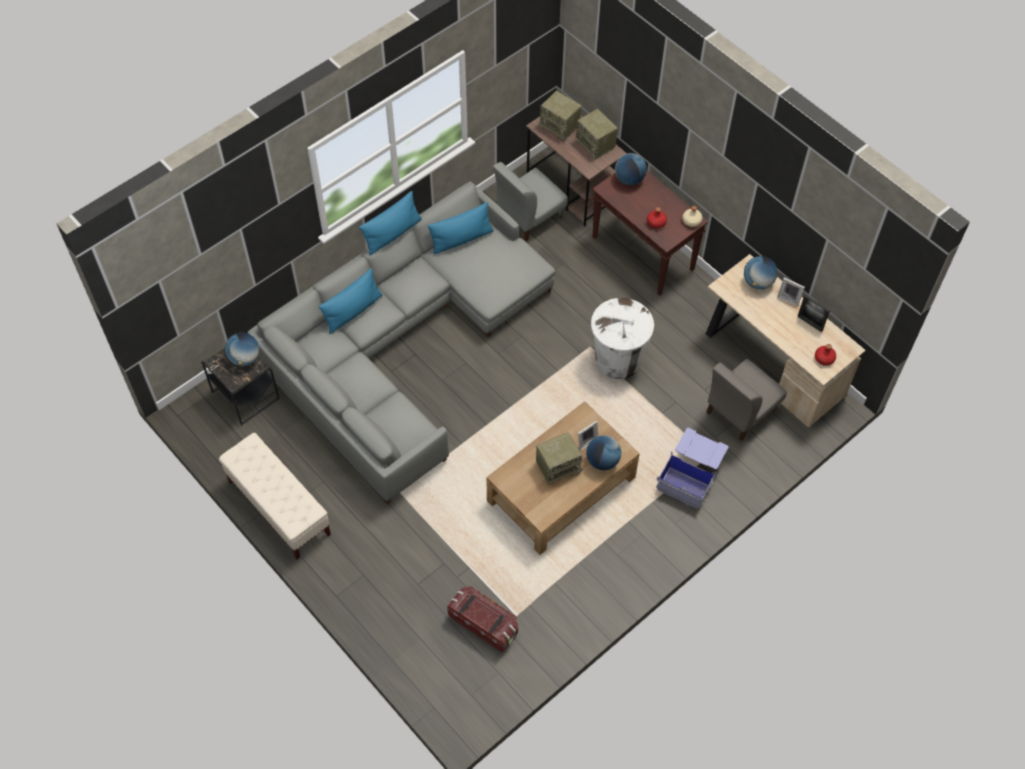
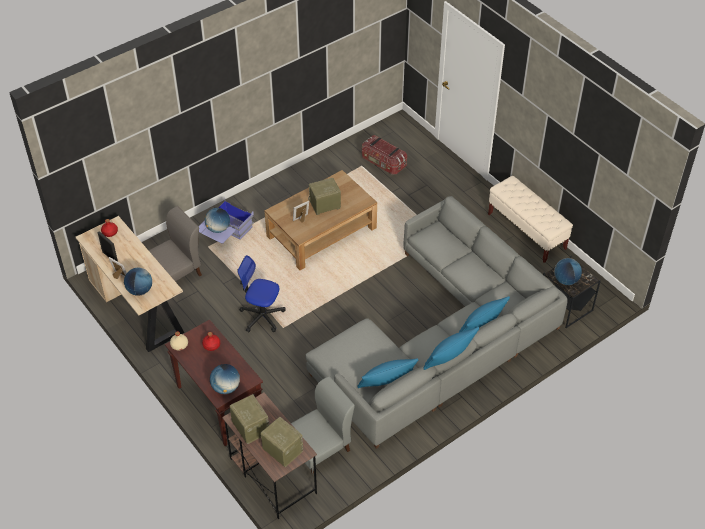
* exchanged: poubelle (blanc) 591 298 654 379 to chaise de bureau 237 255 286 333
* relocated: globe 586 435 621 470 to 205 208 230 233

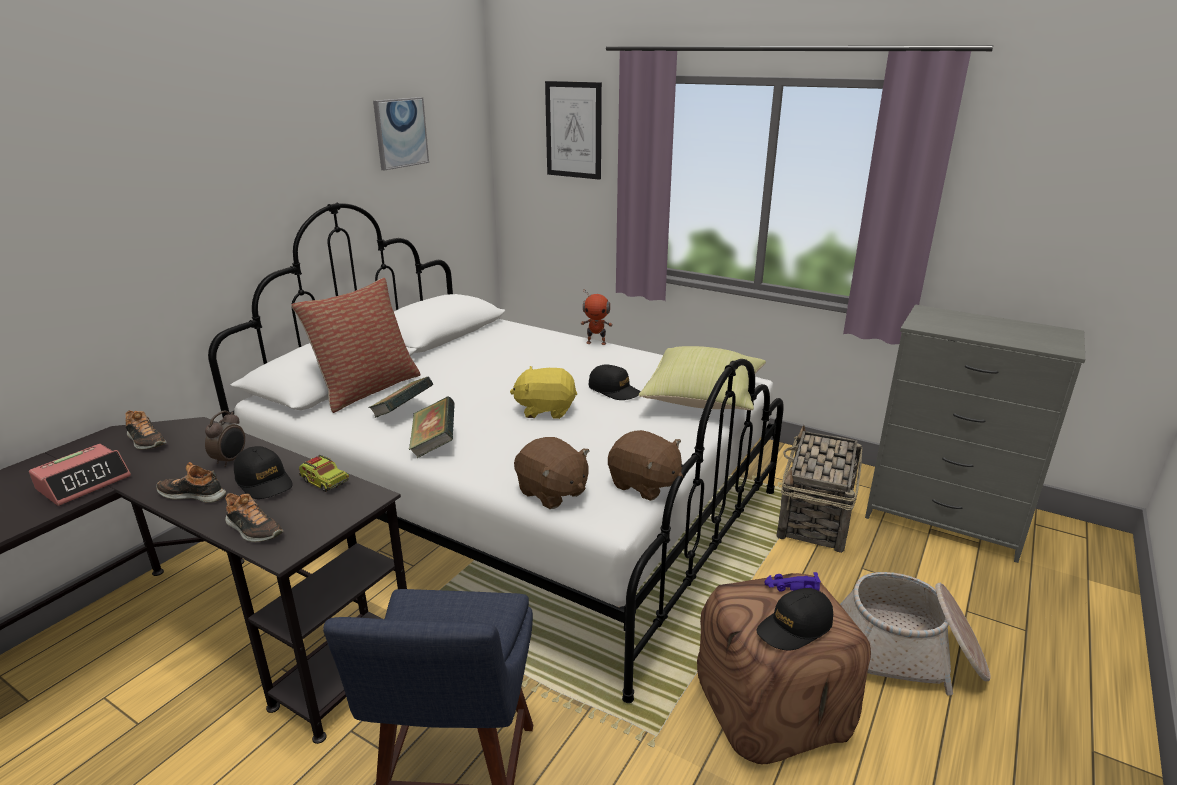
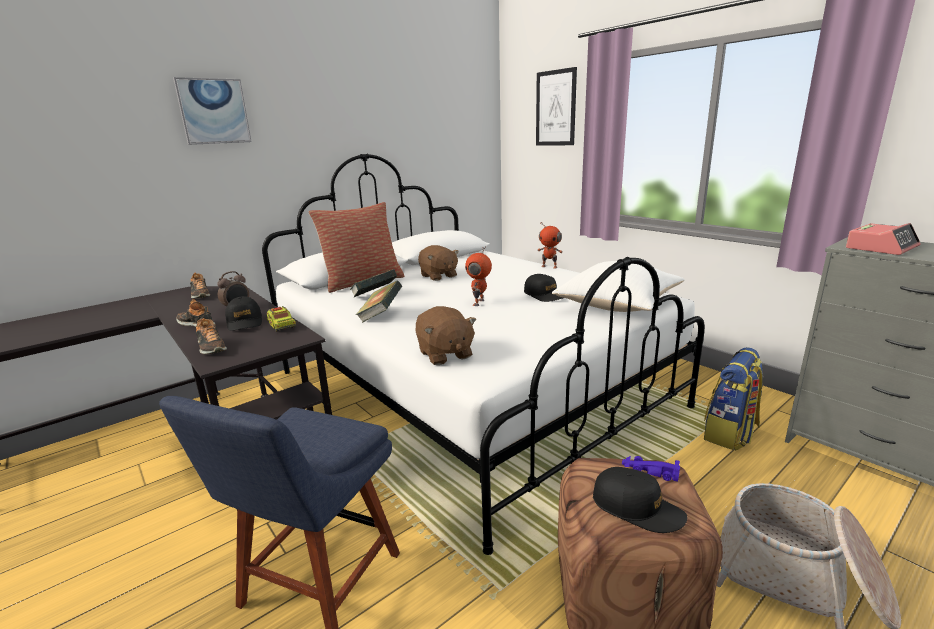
* relocated: tableau 373 97 429 171 to 173 77 252 145
* colour: coussin (jaune) 639 346 766 410 to coussin (blanc) 552 261 685 312
* exchanged: peluche (jaune) 510 366 577 419 to robot jouet 465 246 492 306
* exchanged: panier 776 425 863 553 to sac à dos 704 347 763 450
* relocated: peluche (marron) 608 430 683 501 to 418 245 459 281
* relocated: réveil 29 444 131 506 to 846 223 921 255
* spun: casquette (noir) 757 588 833 651 = 593 467 688 533 135 degrees counterclockwise

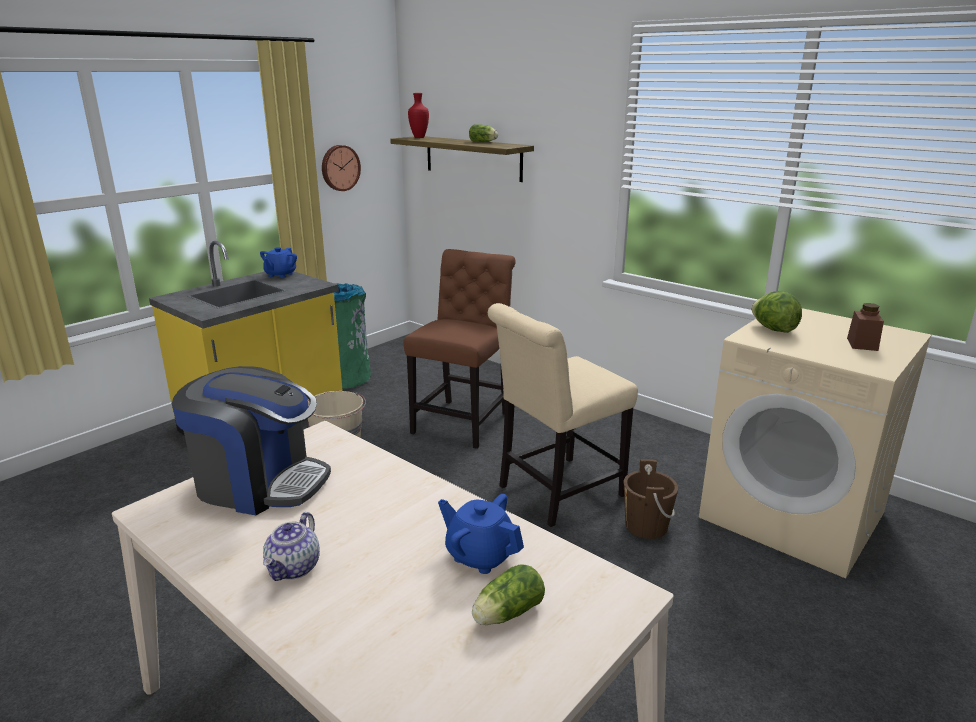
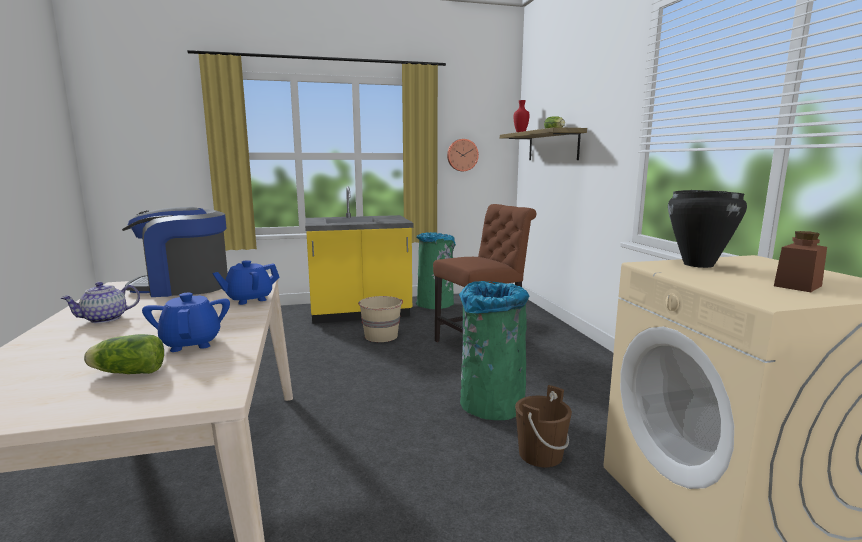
* relocated: théière (bleu) 260 247 297 278 to 213 260 280 305
* exchanged: laitue 751 291 802 333 to marmite (noir) 668 190 747 268
* exchanged: chaise (beige) 488 303 638 527 to poubelle (vert) 459 281 529 420
* spun: machine à café 172 366 331 515 = 122 207 228 297 120 degrees clockwise

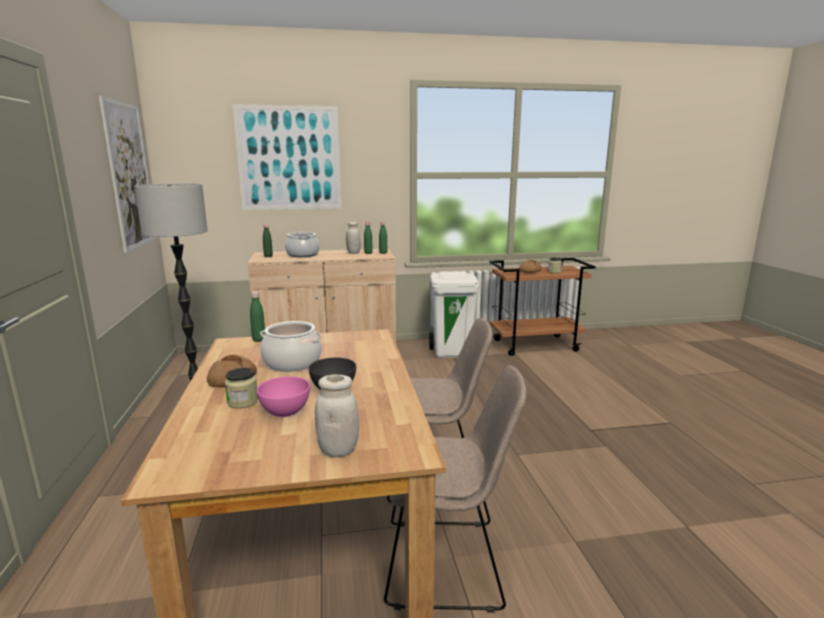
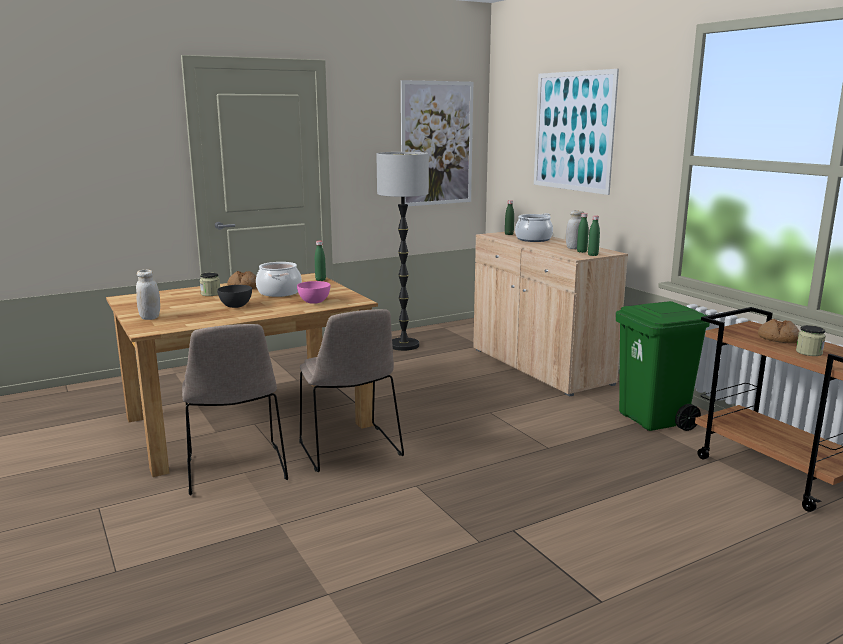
* colour: poubelle (blanc) 429 272 479 358 to poubelle (vert) 616 301 710 431
* relocated: bol (rose) 257 376 310 417 to 297 281 330 304

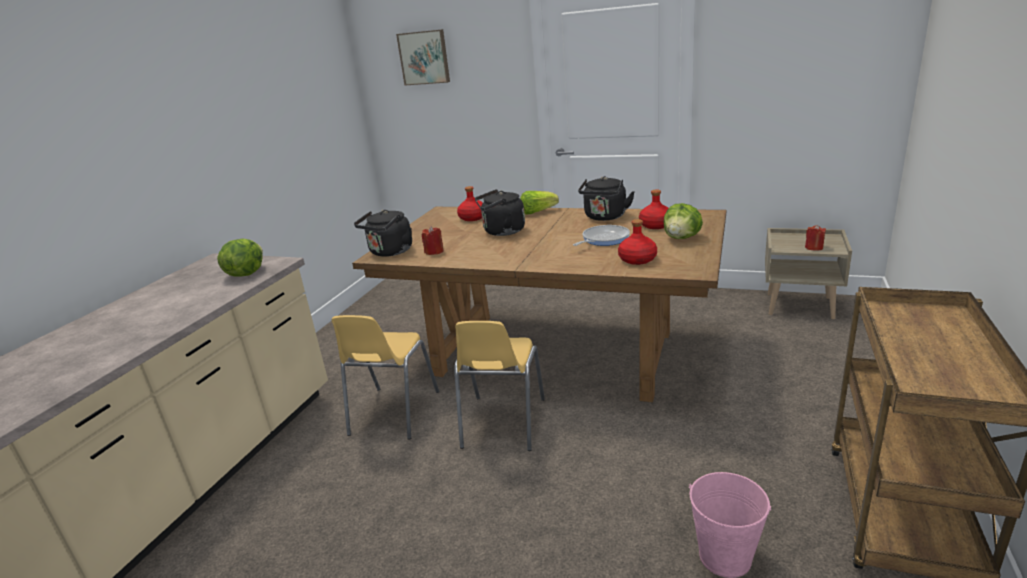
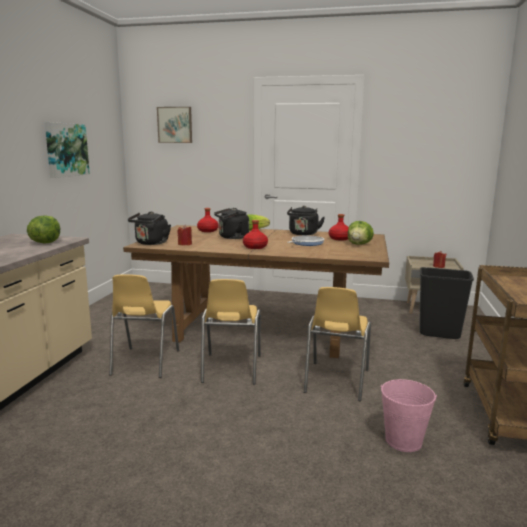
* relocated: bouteille (rouge) 618 219 657 265 to 243 220 268 249
* appeared: tableau 45 122 90 178
* appeared: poubelle (noir) 419 267 474 339
* appeared: chaise (jaune) 304 287 371 401

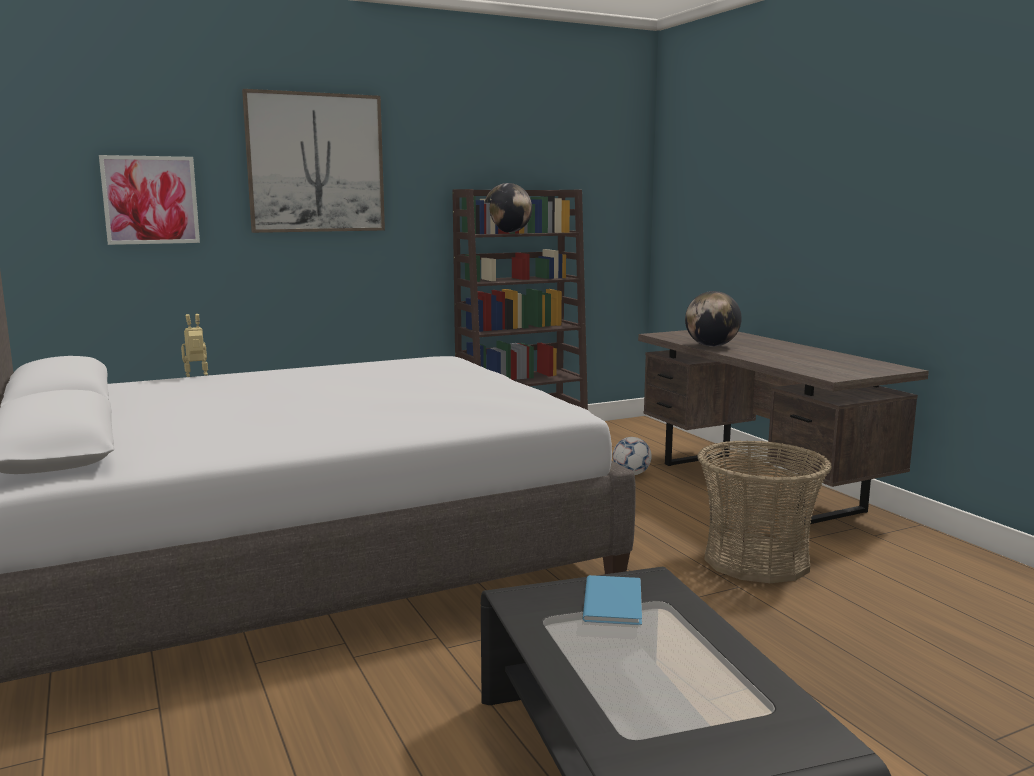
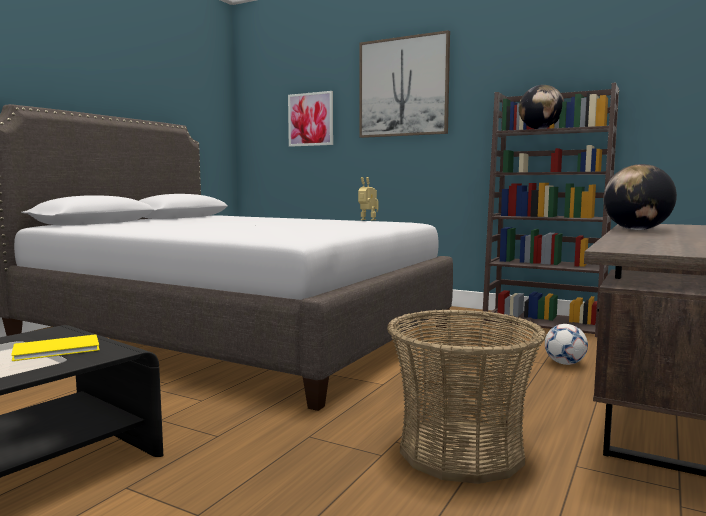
* relocated: robot jouet 181 314 208 377 to 358 177 379 221
* colour: livre (bleu) 583 575 642 625 to livre (jaune) 11 334 100 361

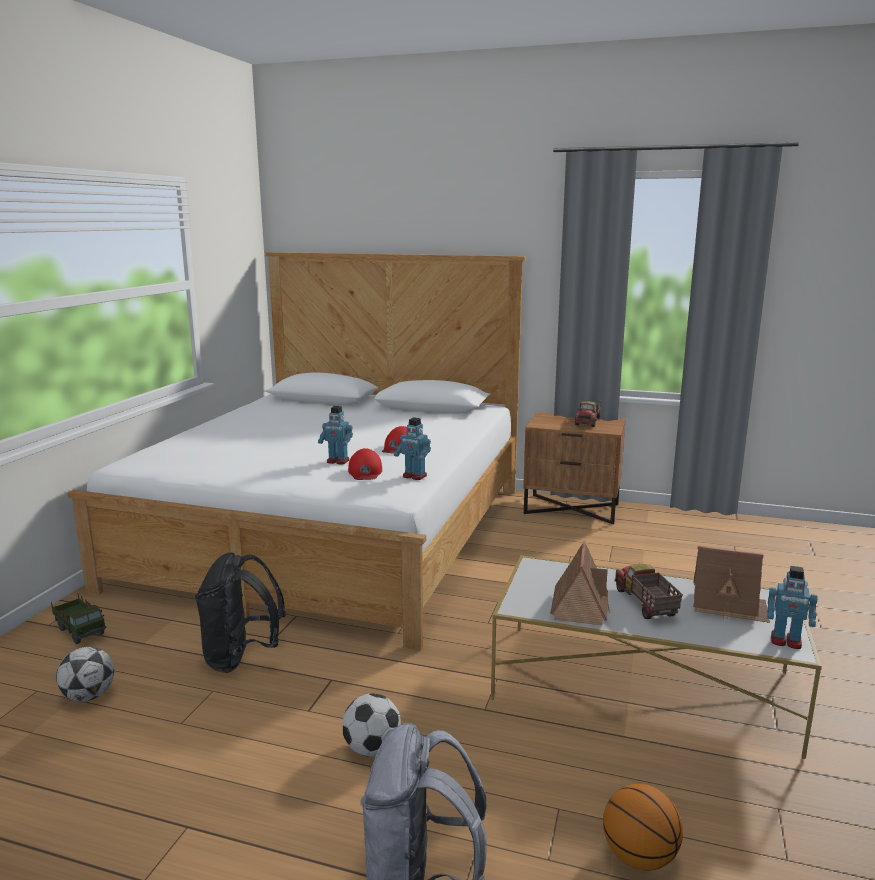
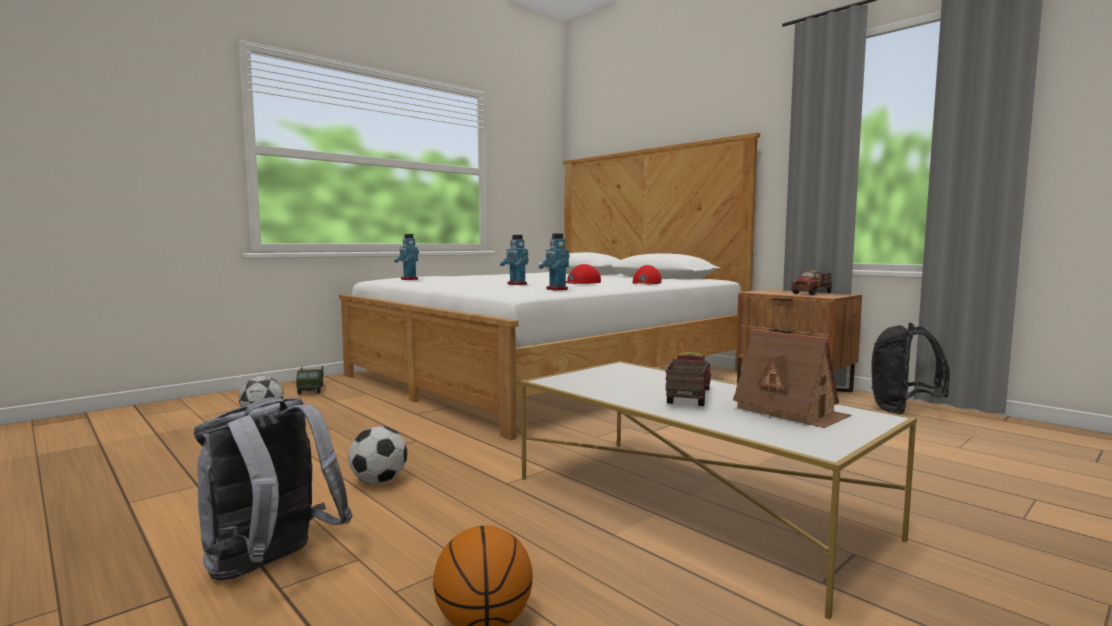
* relocated: casquette (rouge) 348 448 382 480 to 633 265 662 284
* missing: maison miniature 550 541 609 625
* relocated: sac à dos (noir) 195 553 286 673 to 871 323 950 415
* relocated: robot jouet 767 566 818 649 to 394 234 419 280

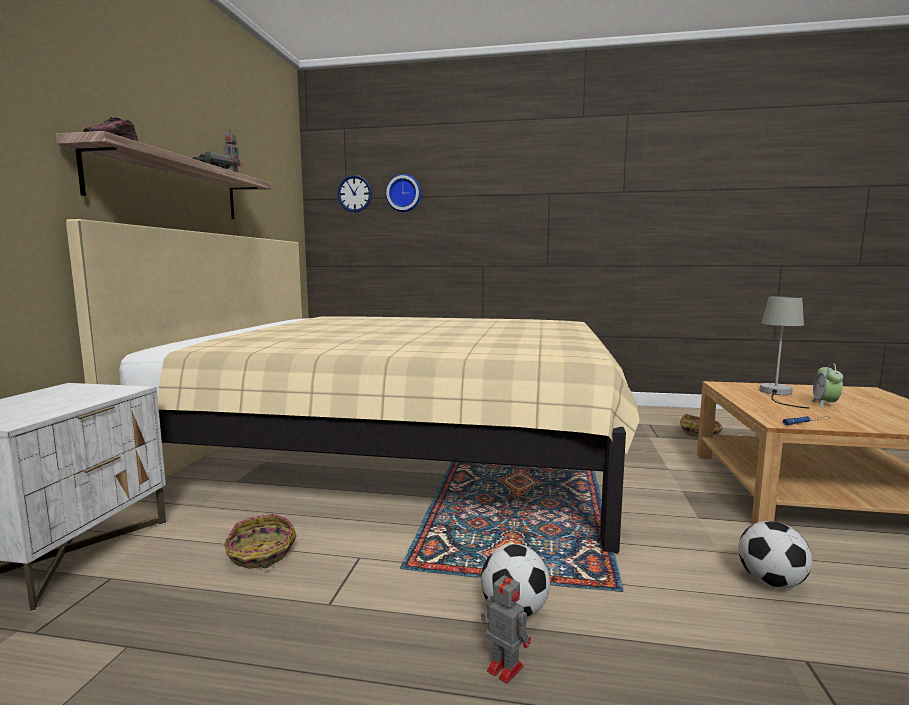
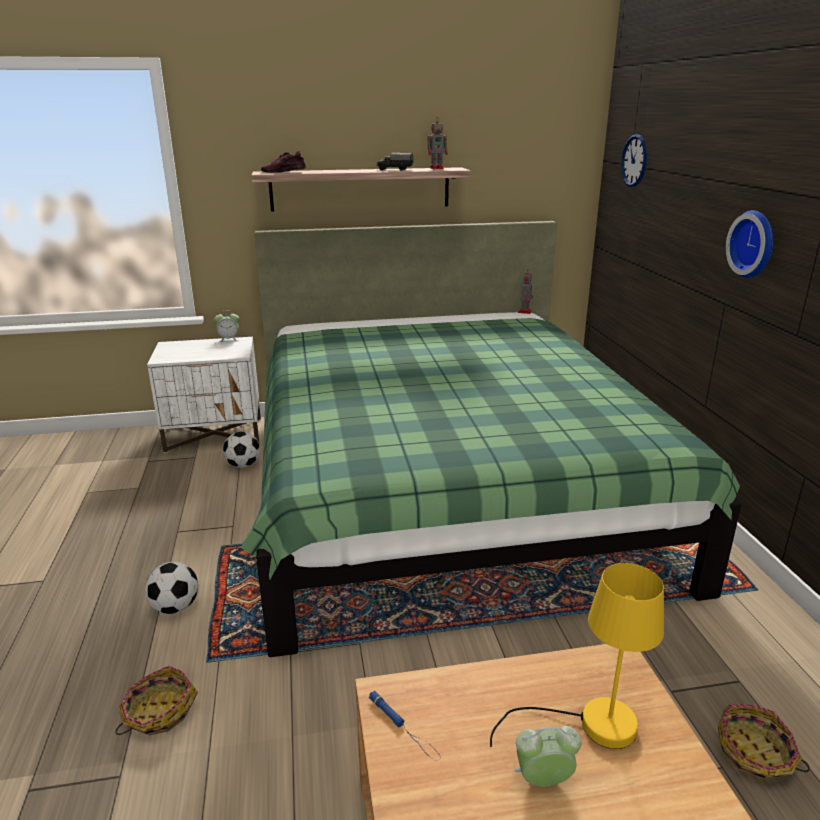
* relocated: horloge murale 386 174 421 212 to 726 210 774 278
* colour: lit (beige) 66 219 639 553 to lit (vert) 240 221 741 657
* colour: lampe de table (gris) 760 296 809 409 to lampe de table (jaune) 490 563 664 749
* relocated: panier 224 514 297 569 to 116 666 198 735
* relocated: ballon de foot 738 521 812 588 to 223 432 260 468
* relocated: robot jouet 481 569 531 684 to 518 270 533 314
* appeared: réveil 214 310 239 342

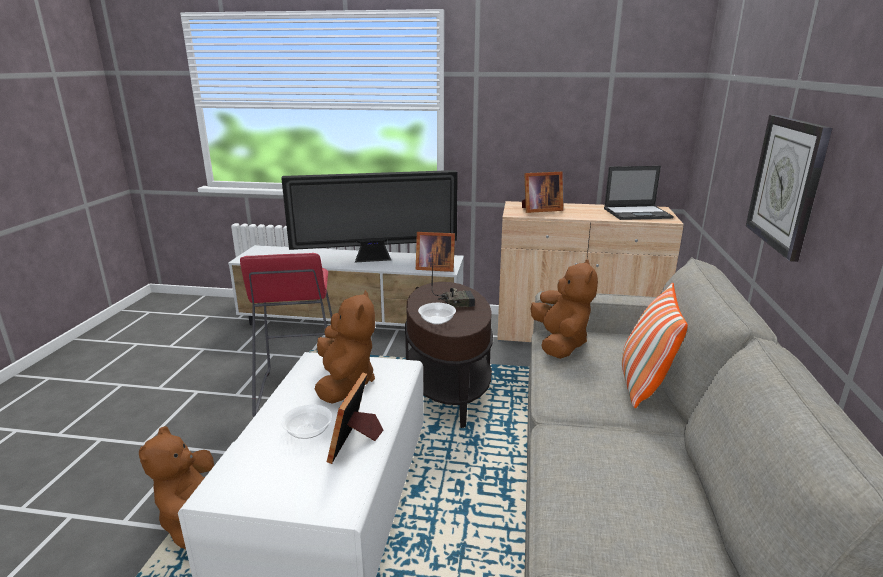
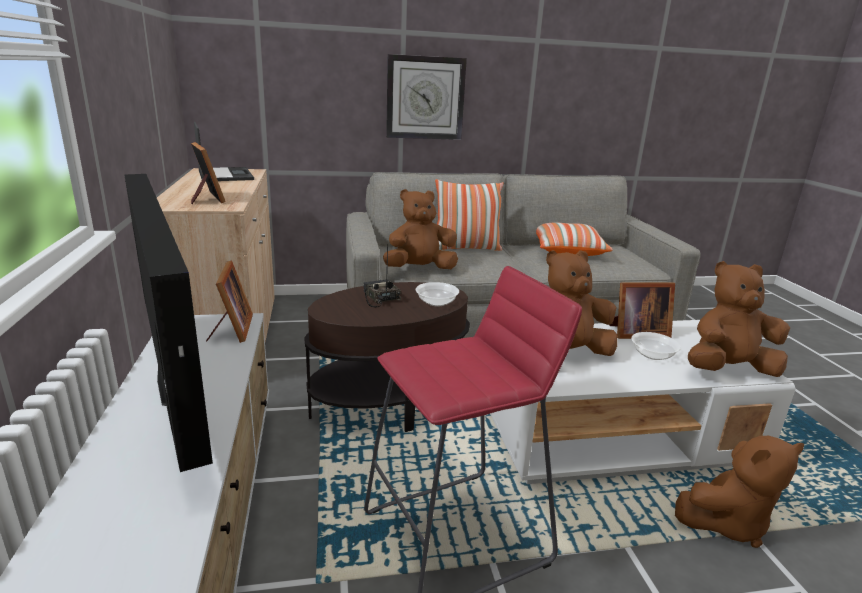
* appeared: coussin 536 222 613 256
* appeared: peluche (marron) 688 261 790 377

